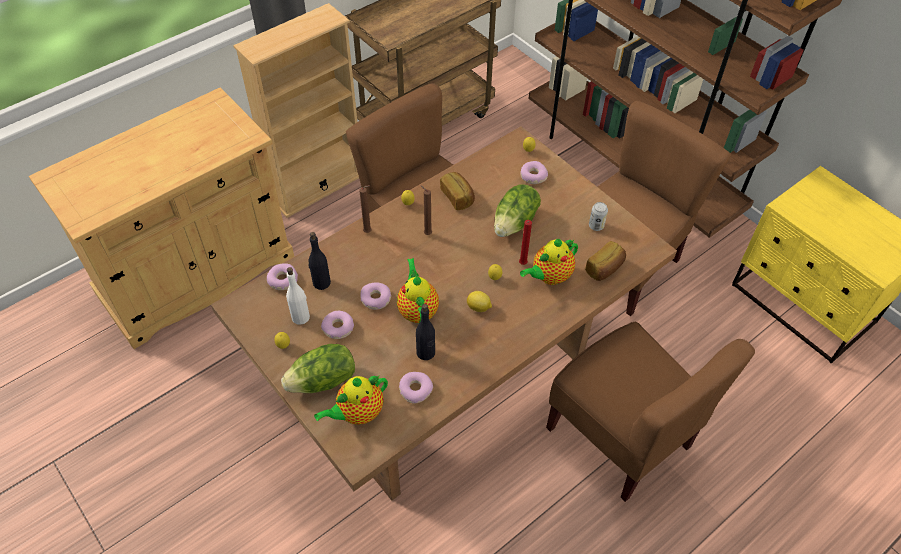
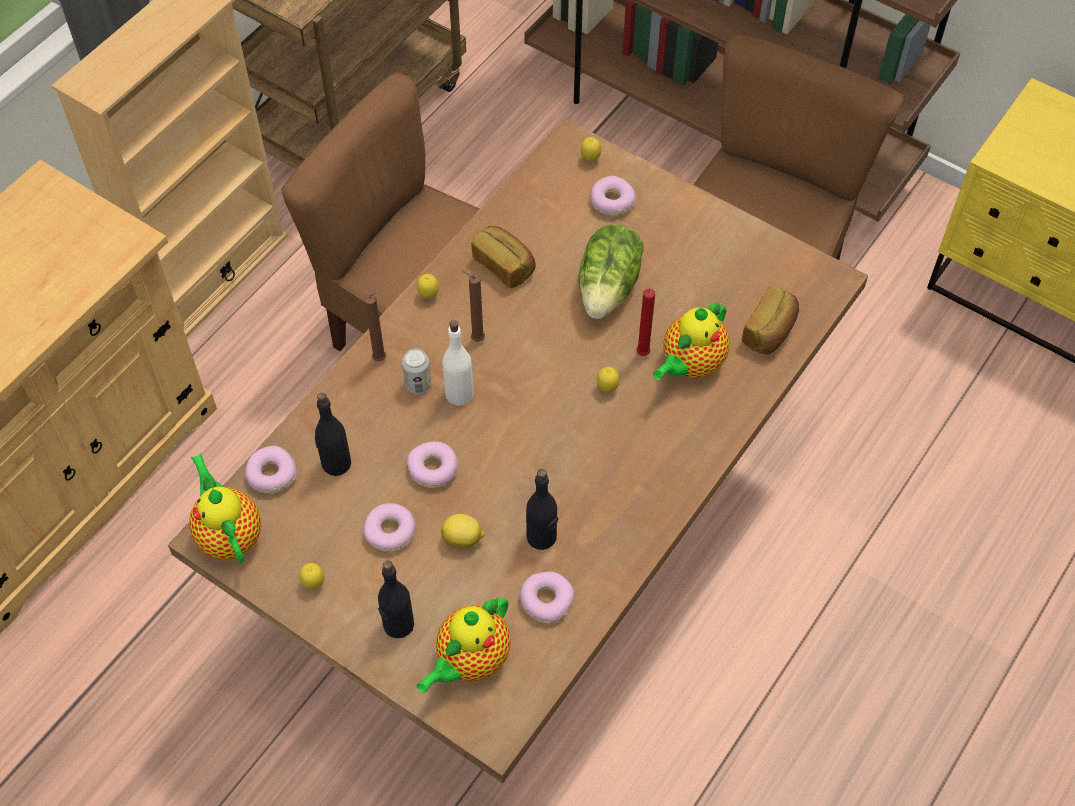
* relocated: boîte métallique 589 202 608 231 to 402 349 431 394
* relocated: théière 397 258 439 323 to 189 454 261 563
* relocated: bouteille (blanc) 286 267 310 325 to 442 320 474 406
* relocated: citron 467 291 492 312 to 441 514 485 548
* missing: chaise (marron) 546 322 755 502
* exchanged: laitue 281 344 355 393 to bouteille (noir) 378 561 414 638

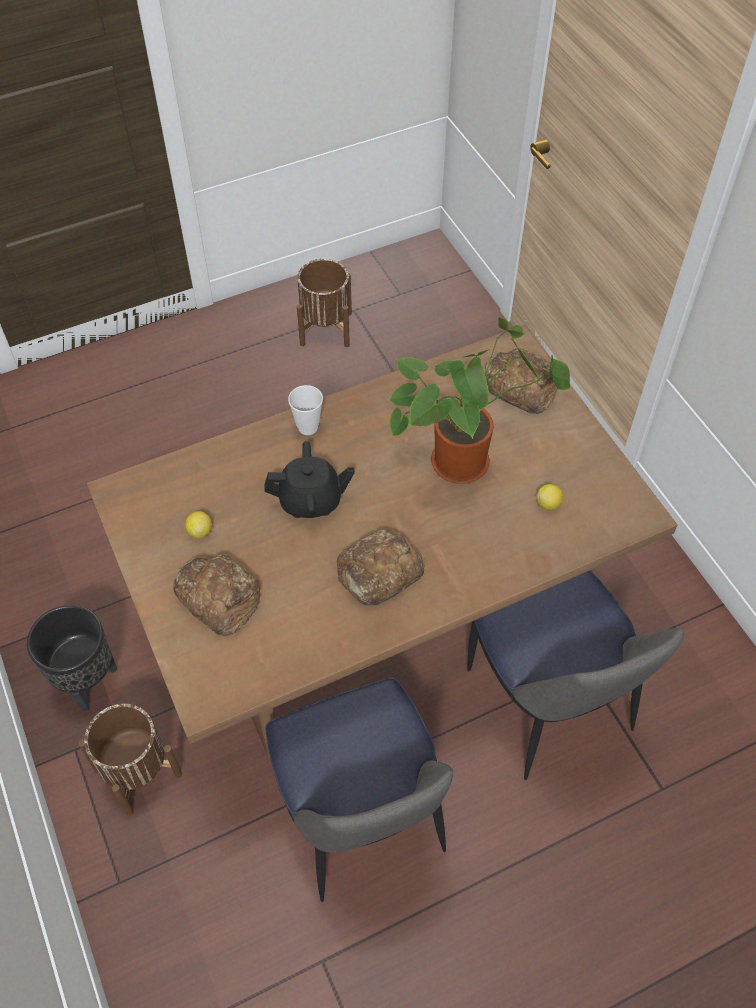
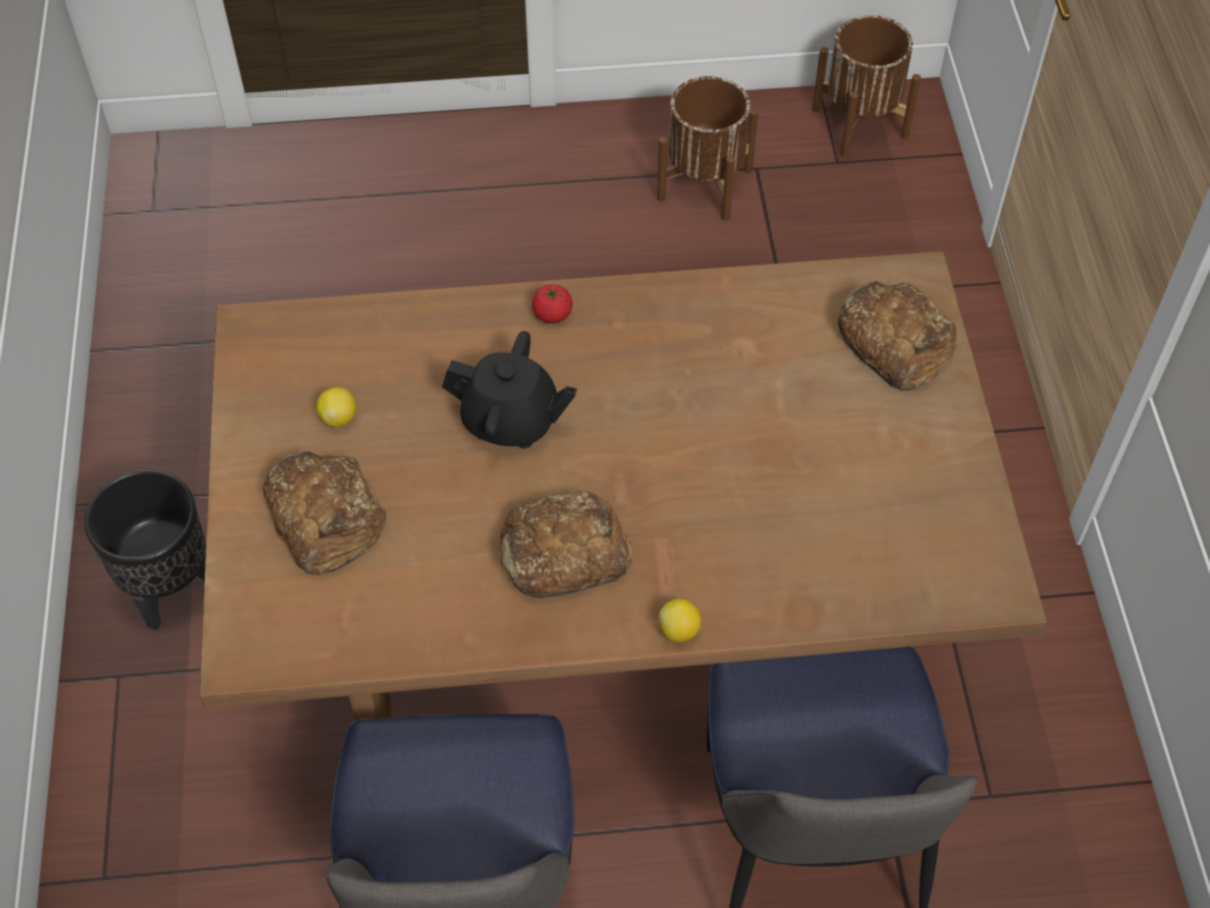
* missing: plante en pot 387 317 570 484
* exchanged: tasse 288 385 323 435 to tomate 532 284 573 324
* relocated: citron 537 484 563 510 to 659 599 701 642
* relocated: cache-pot (marron) 78 702 182 816 to 812 15 921 157

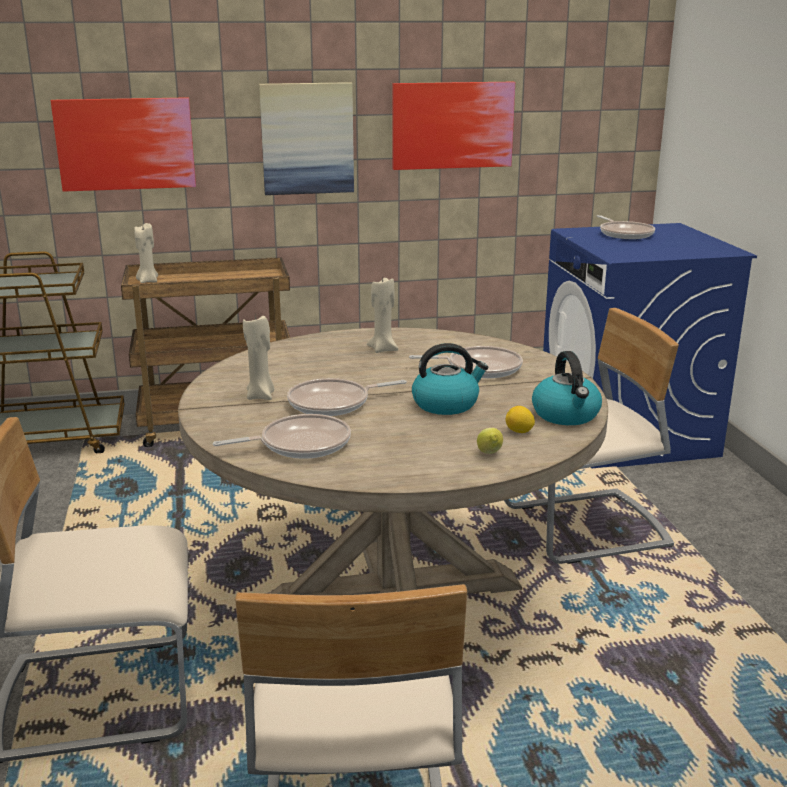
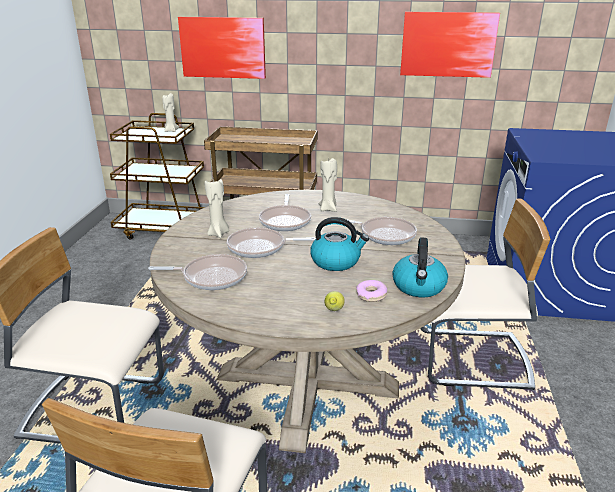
* missing: tableau 259 82 354 195
* relocated: poêle 596 215 655 239 to 259 194 311 231
* relocated: bougie (beige) 134 223 158 283 to 162 93 179 132
* exchanged: citron 506 406 535 433 to beignet 356 280 387 302

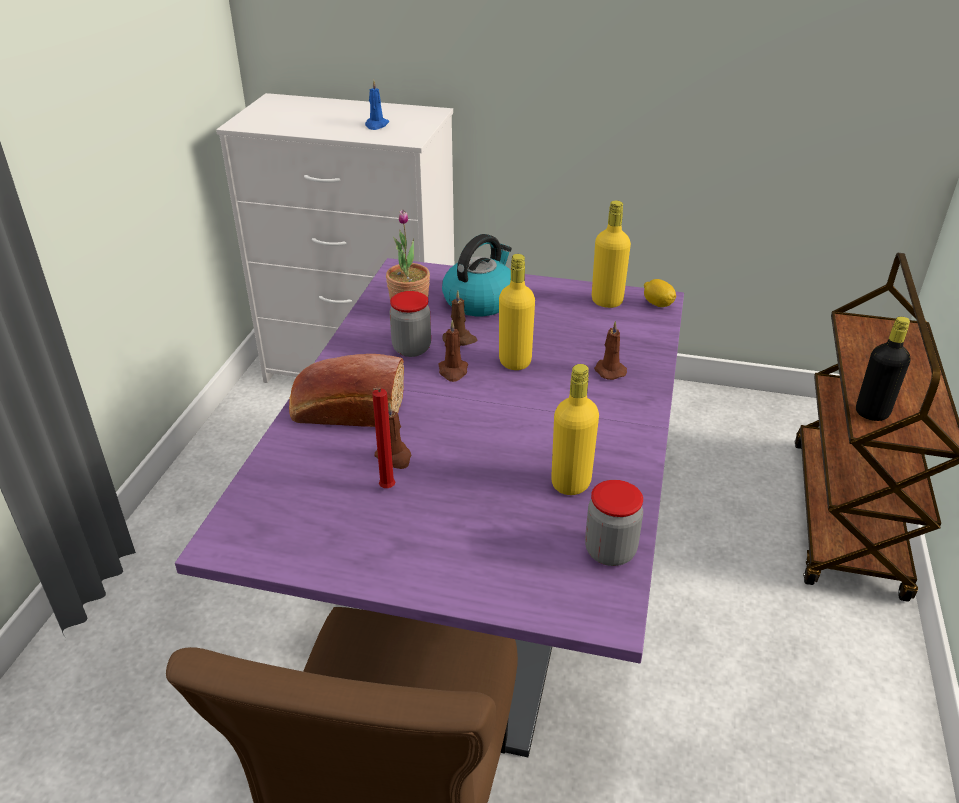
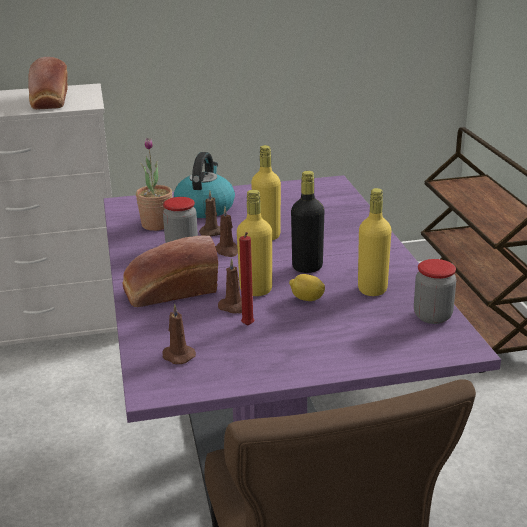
* exchanged: bougie (bleu) 365 80 389 130 to pain 28 57 68 110
* relocated: bouteille (jaune) 592 201 631 308 to 237 190 272 296
* relocated: citron 644 279 676 307 to 289 274 325 301
* relocated: bouteille (noir) 856 317 910 421 to 291 171 324 273
* relocated: bougie (marron) 594 321 627 380 to 162 304 196 364

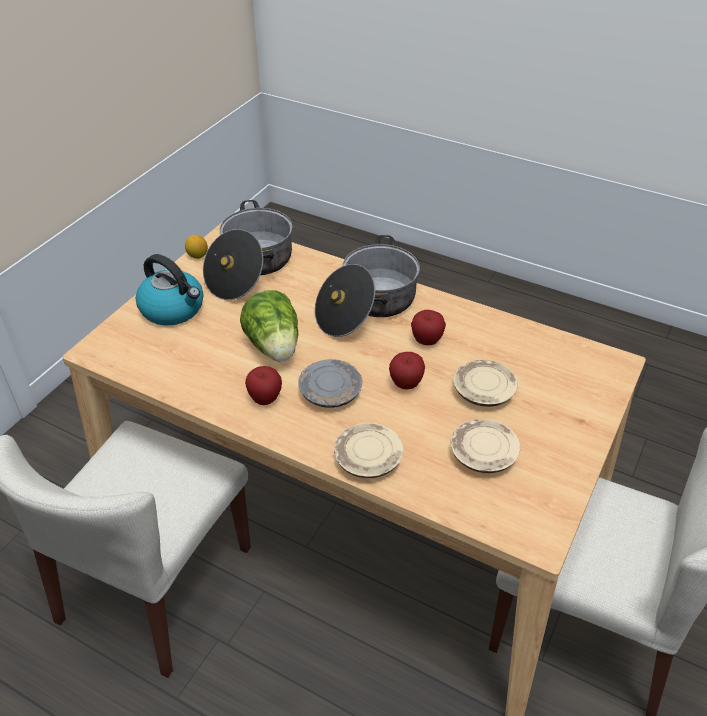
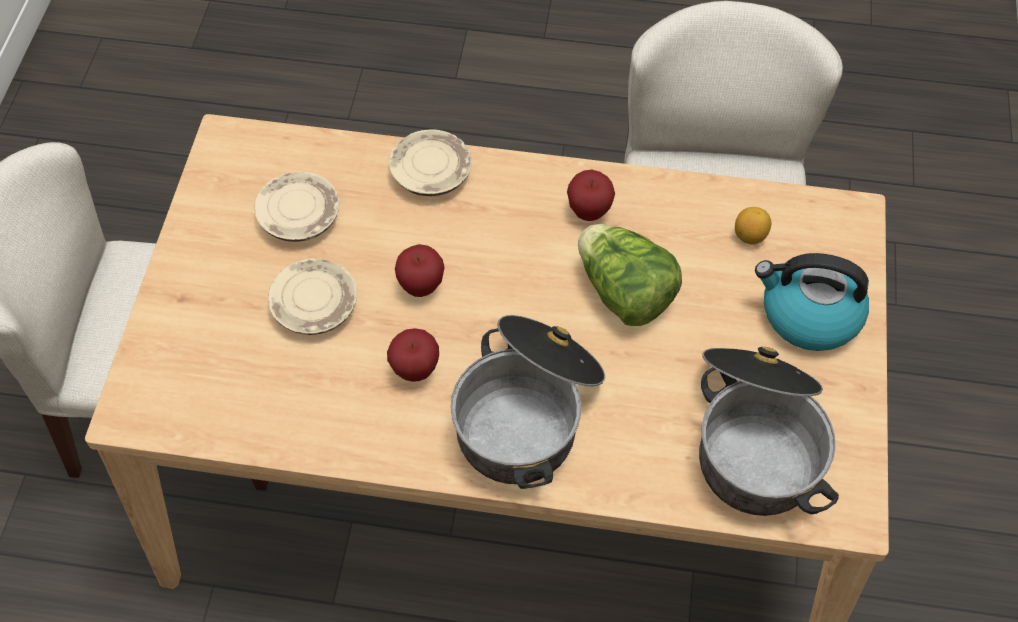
* relocated: citron 185 235 208 259 to 735 207 771 244
* missing: assiette (gris) 298 359 362 408

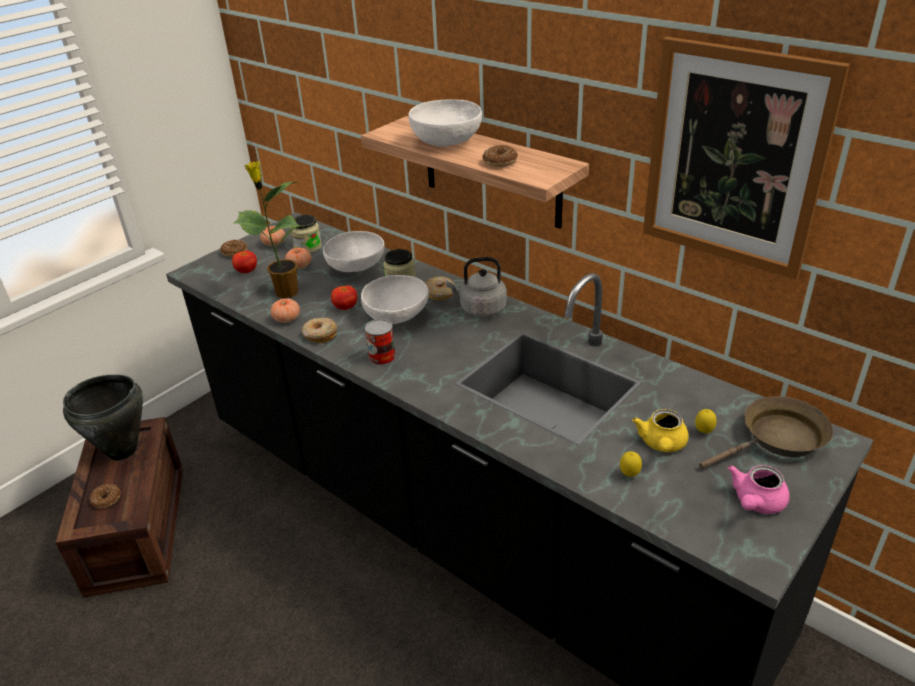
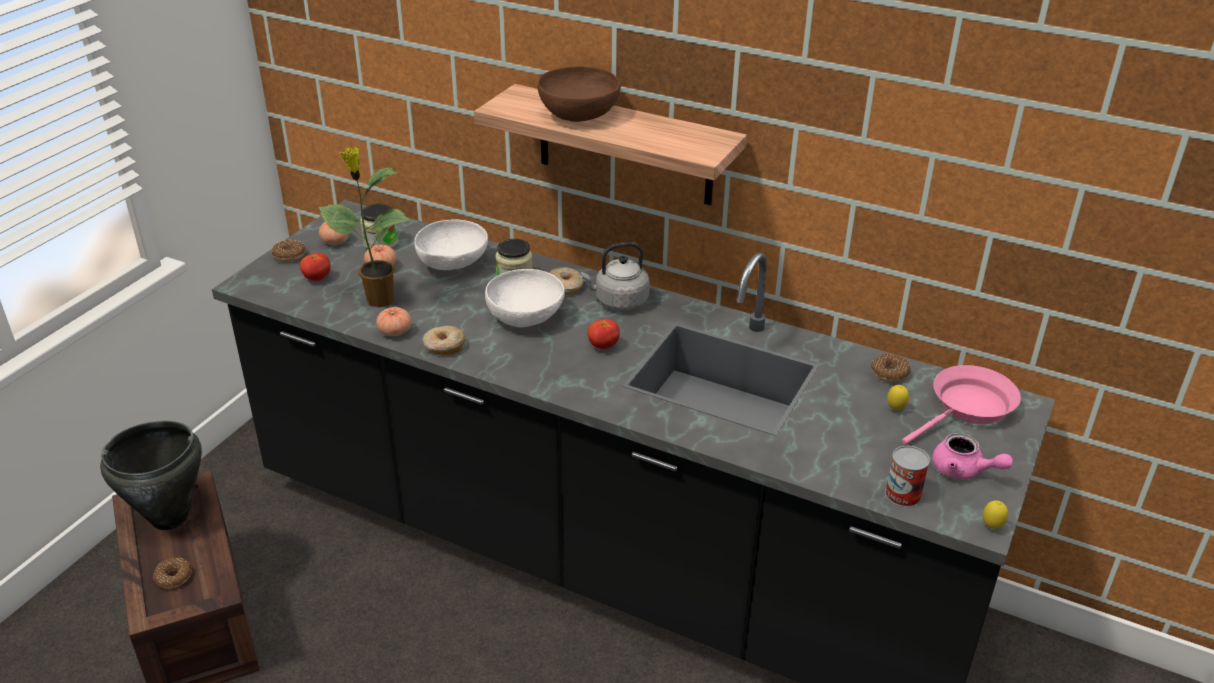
* missing: tableau 643 36 850 280
* colour: bol (blanc) 408 99 482 147 to bol (marron) 537 66 621 122
* relocated: beignet 482 145 518 167 to 871 354 911 382
* relocated: tomate 331 285 357 310 to 587 319 620 349
* relocated: boîte métallique 365 319 396 366 to 885 446 930 507
* colour: poêle (marron) 699 396 833 469 to poêle (rose) 902 365 1021 445
* missing: théière (jaune) 632 409 689 452
* relocated: citron 620 451 642 477 to 983 500 1008 529
* spun: théière (rose) 728 465 790 514 = 932 433 1013 480 75 degrees counterclockwise

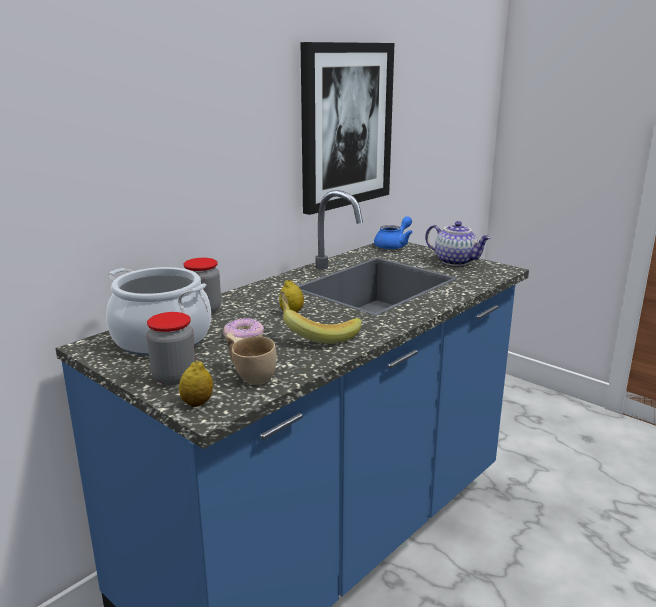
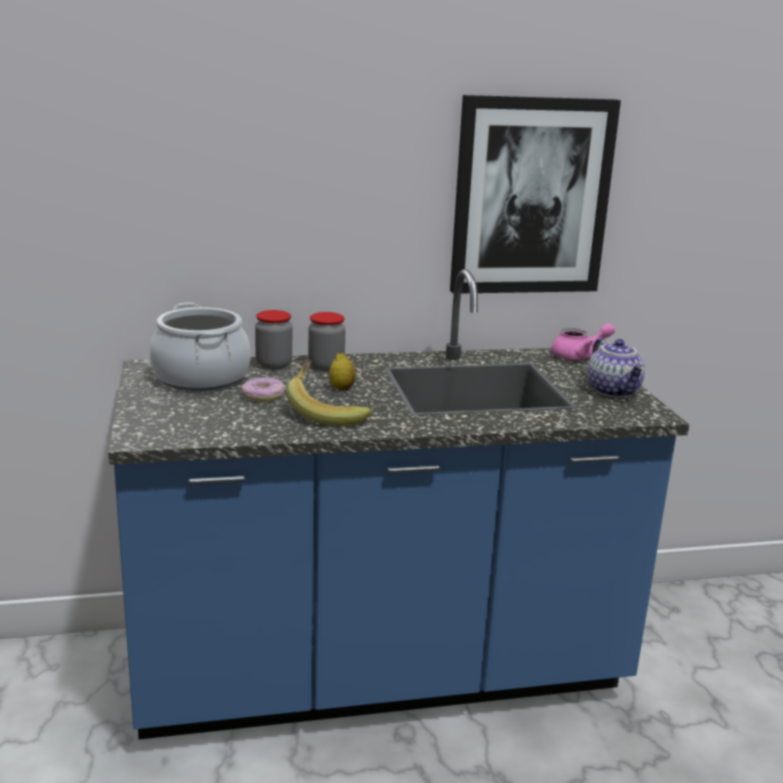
* colour: théière (bleu) 374 216 413 249 to théière (rose) 551 323 615 360
* relocated: bocal 147 312 196 385 to 308 312 345 371
* missing: tasse (beige) 226 332 277 385
* missing: citron 179 361 213 407

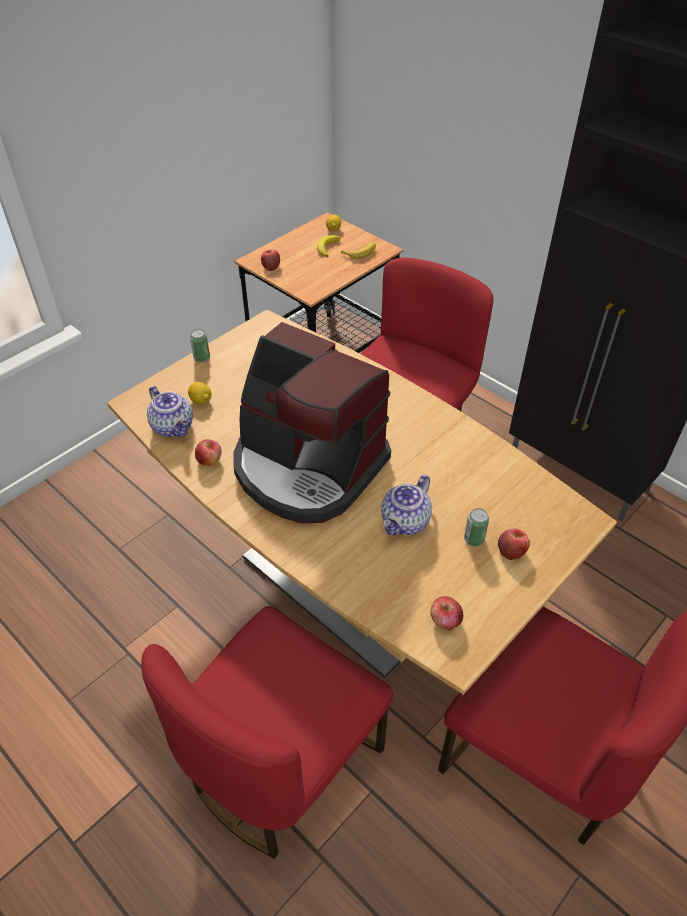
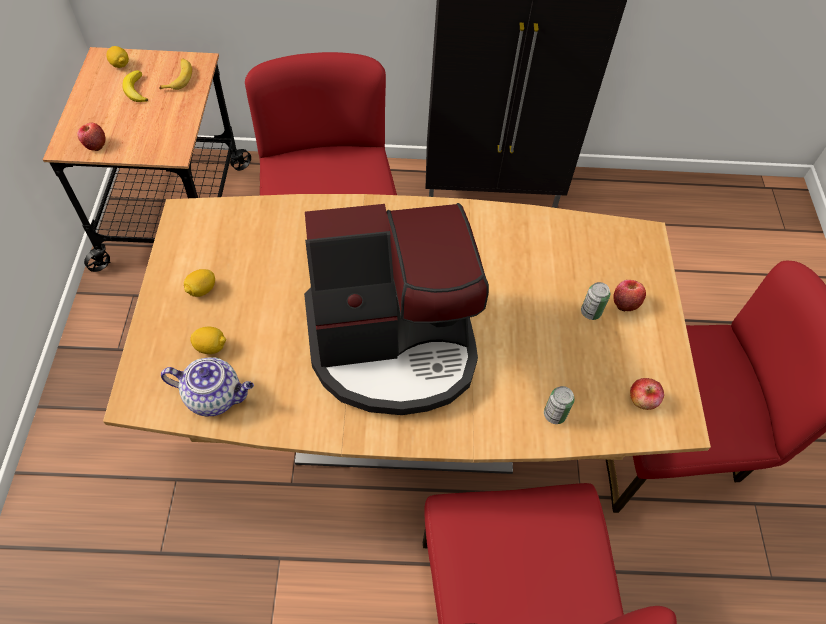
* relocated: boîte métallique 190 329 210 362 to 544 386 575 424
* missing: pomme 195 439 222 466
* missing: théière 381 475 432 535
* appeared: citron 184 269 215 297

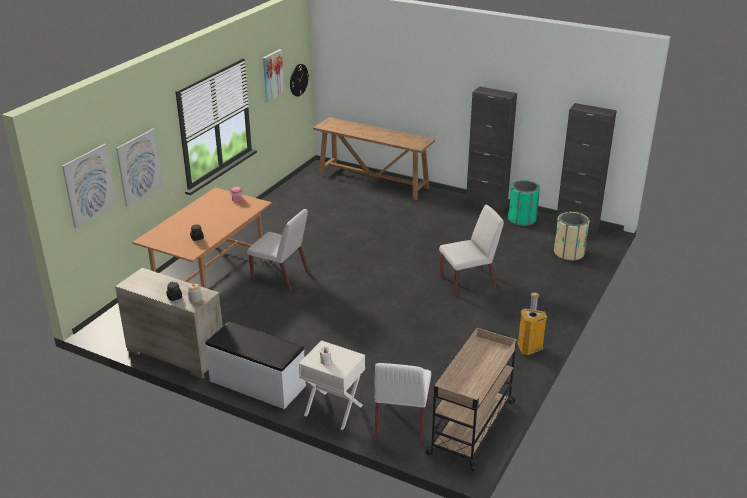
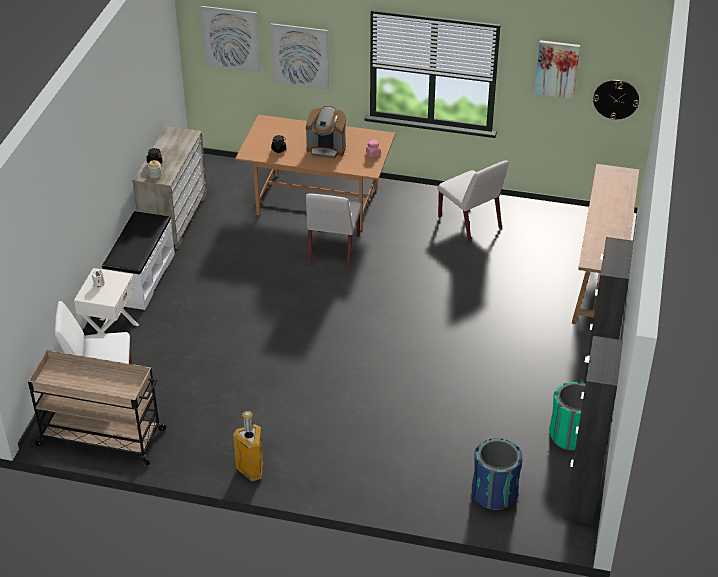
* relocated: chaise (blanc) 439 205 504 296 to 437 160 509 243
* colour: poubelle (beige) 554 212 590 261 to poubelle (bleu) 472 438 523 510
* appeared: machine à café 306 106 346 159

